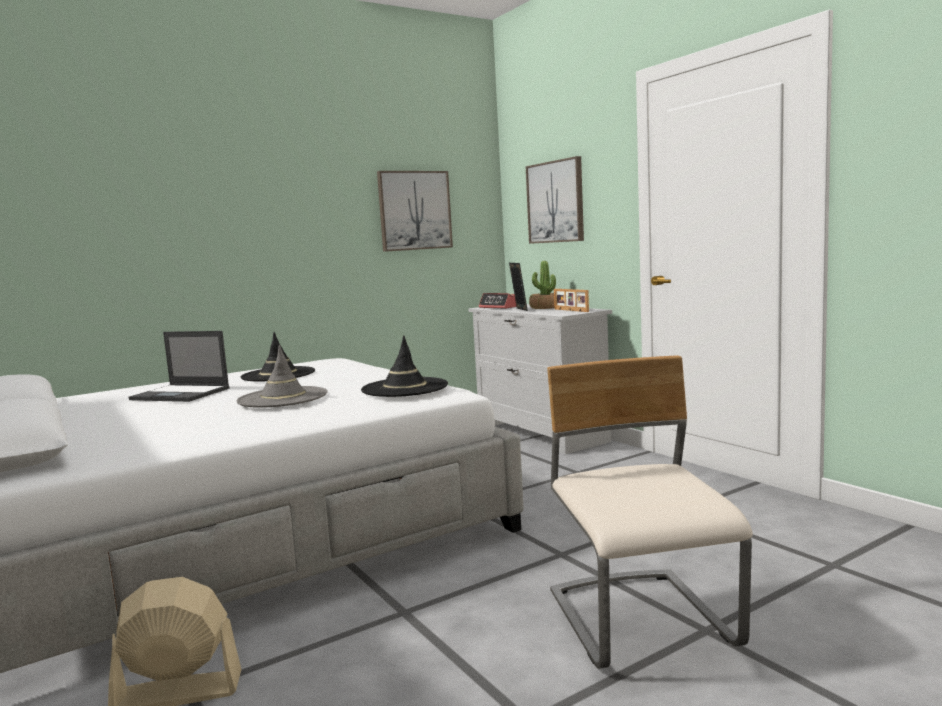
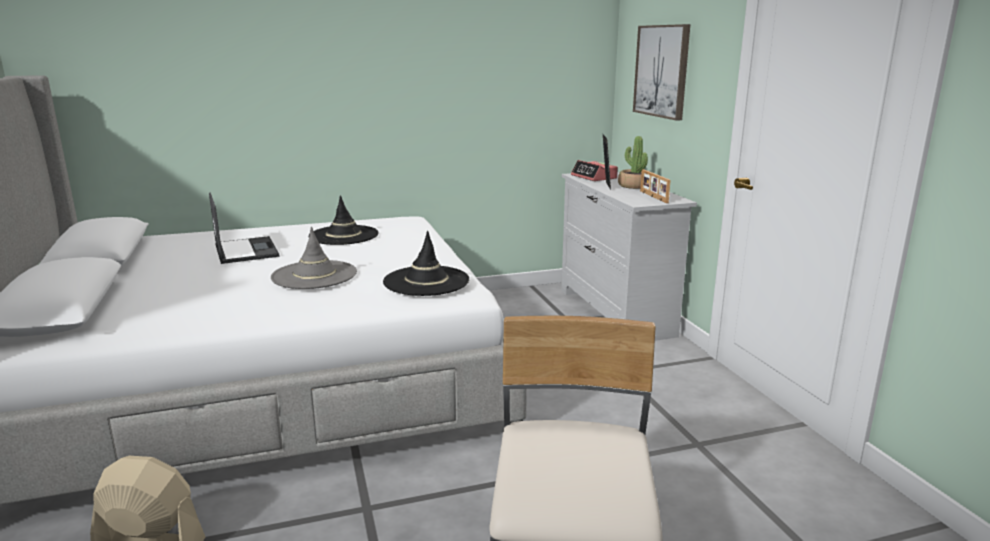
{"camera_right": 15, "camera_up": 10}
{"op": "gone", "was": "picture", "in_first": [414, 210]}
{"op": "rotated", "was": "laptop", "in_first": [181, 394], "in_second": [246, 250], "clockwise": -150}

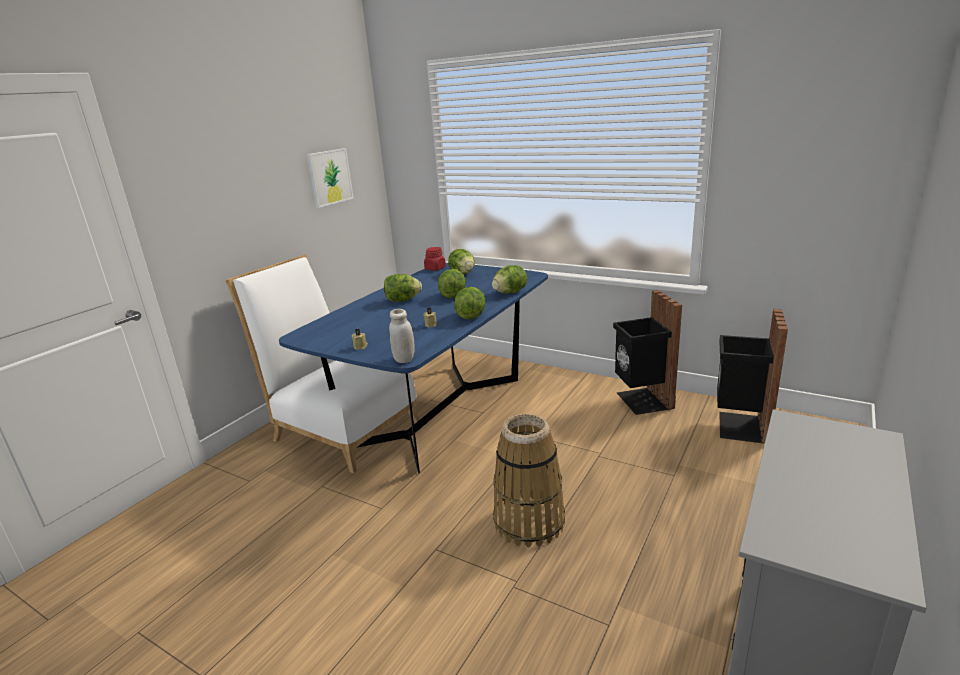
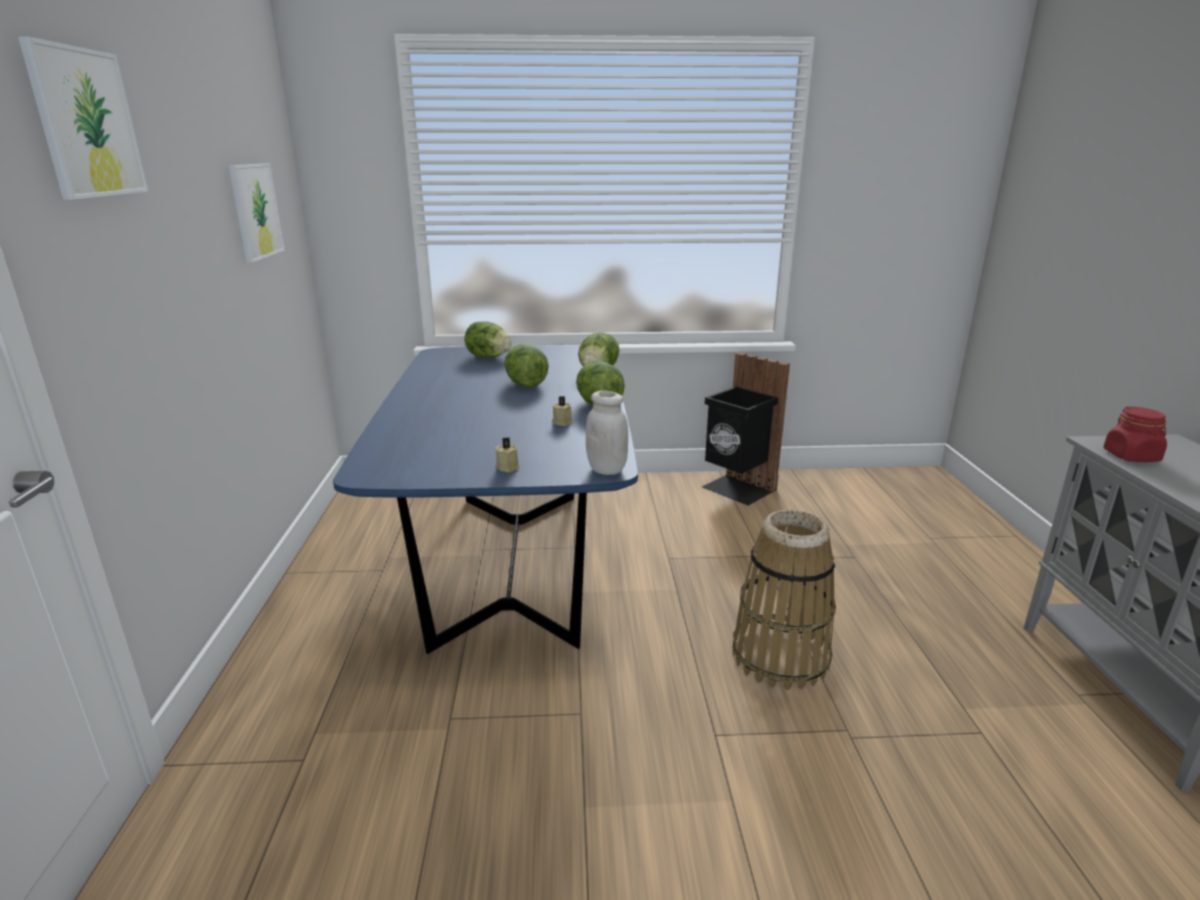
{"camera_right": -35, "camera_up": 0}
{"op": "shifted", "was": "jar (red)", "in_first": [435, 268], "in_second": [1131, 456]}
{"op": "gone", "was": "chair (white)", "in_first": [341, 428]}
{"op": "gone", "was": "lettuce", "in_first": [403, 300]}
{"op": "gone", "was": "trash can (black)", "in_first": [740, 427]}
{"op": "new", "now": "picture", "in_second": [86, 123]}

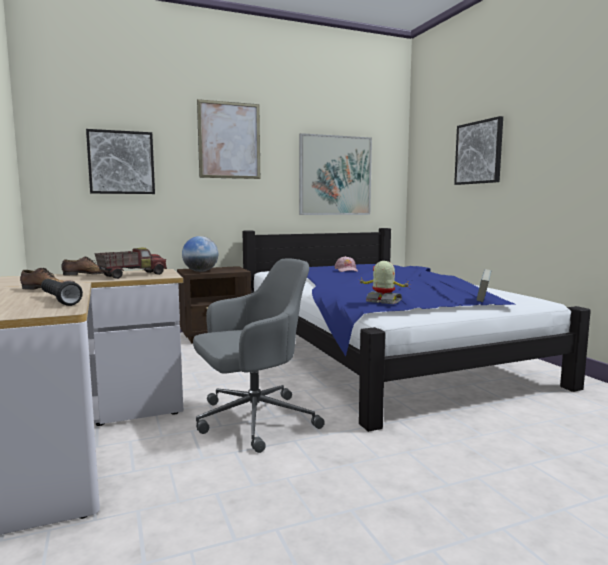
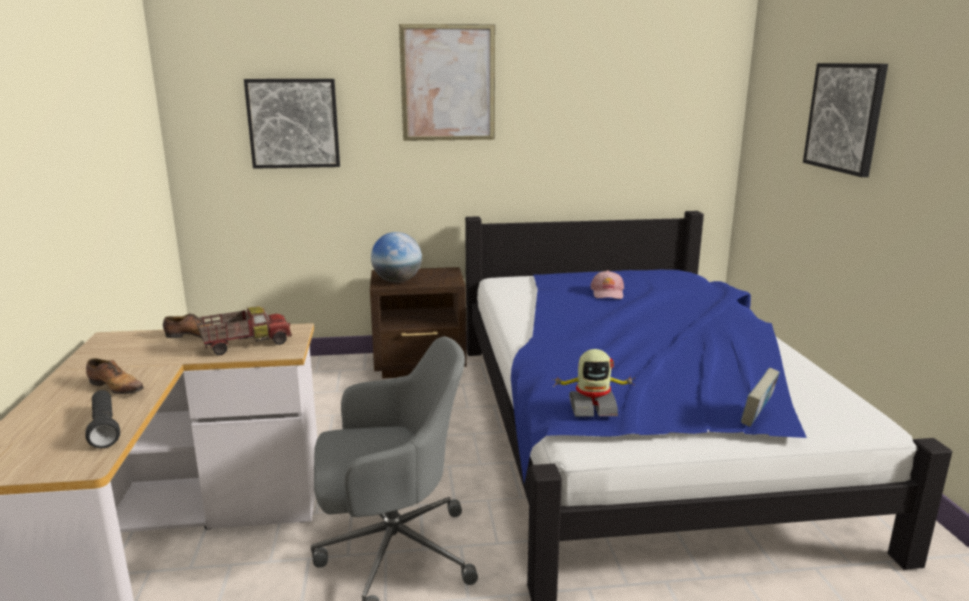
{"camera_right": 15, "camera_up": 10}
{"op": "gone", "was": "picture", "in_first": [335, 175]}
{"op": "rotated", "was": "toy robot", "in_first": [383, 301], "in_second": [592, 407], "clockwise": 135}

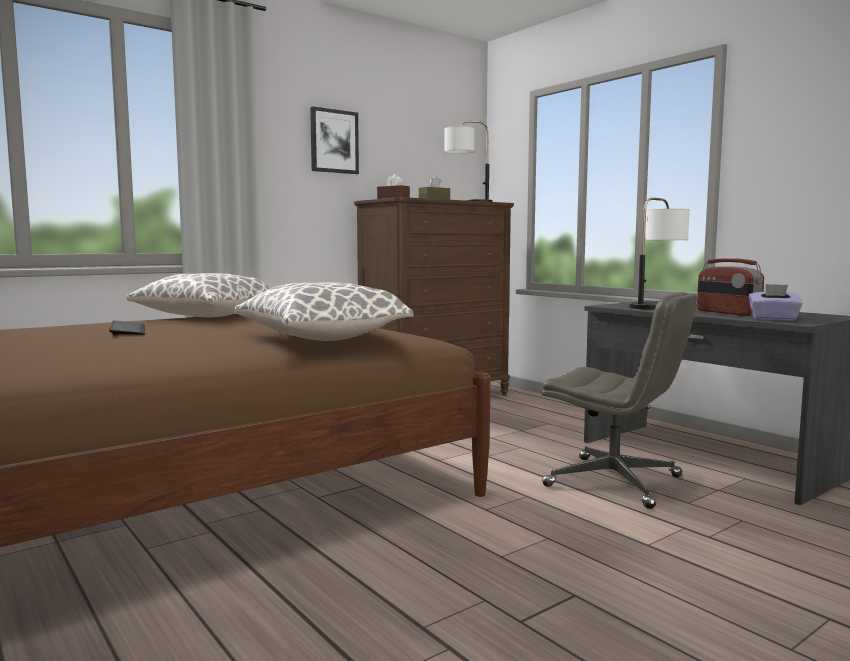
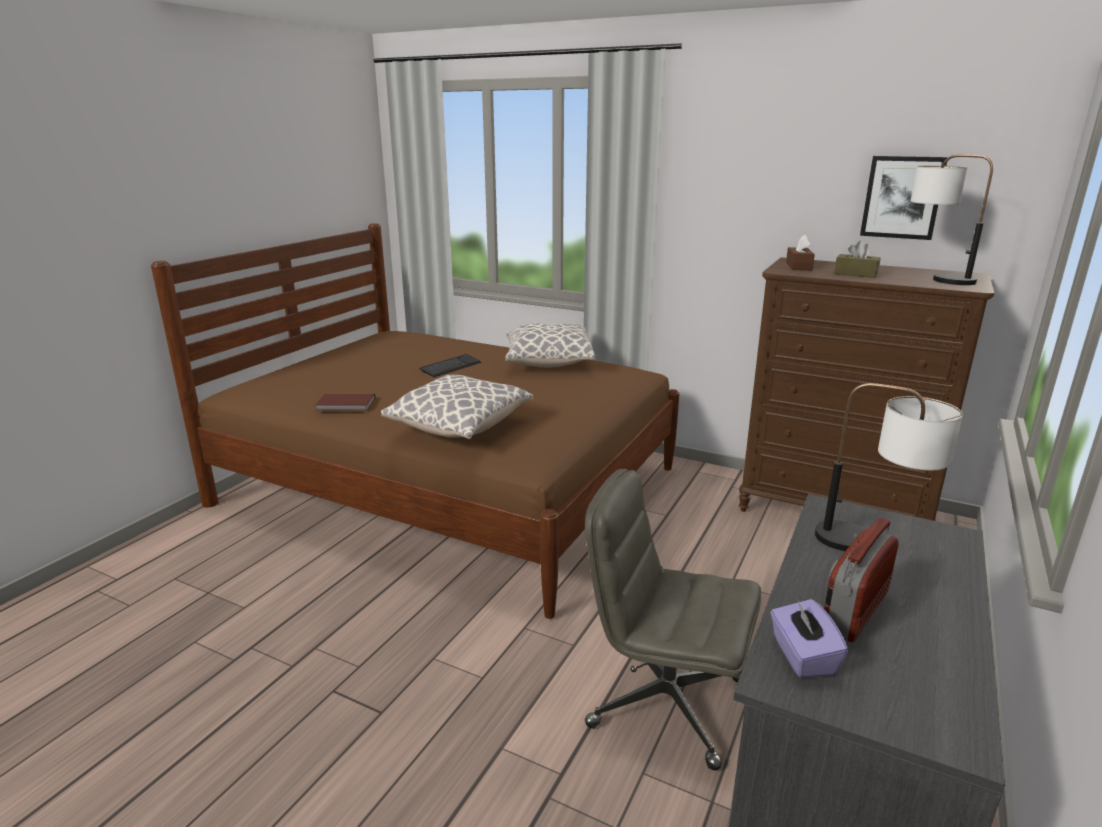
{"camera_right": 65, "camera_up": 15}
{"op": "shifted", "was": "picture", "in_first": [334, 141], "in_second": [902, 197]}
{"op": "rotated", "was": "office chair (grey)", "in_first": [615, 482], "in_second": [664, 702], "clockwise": 105}
{"op": "new", "now": "book (brown)", "in_second": [346, 405]}

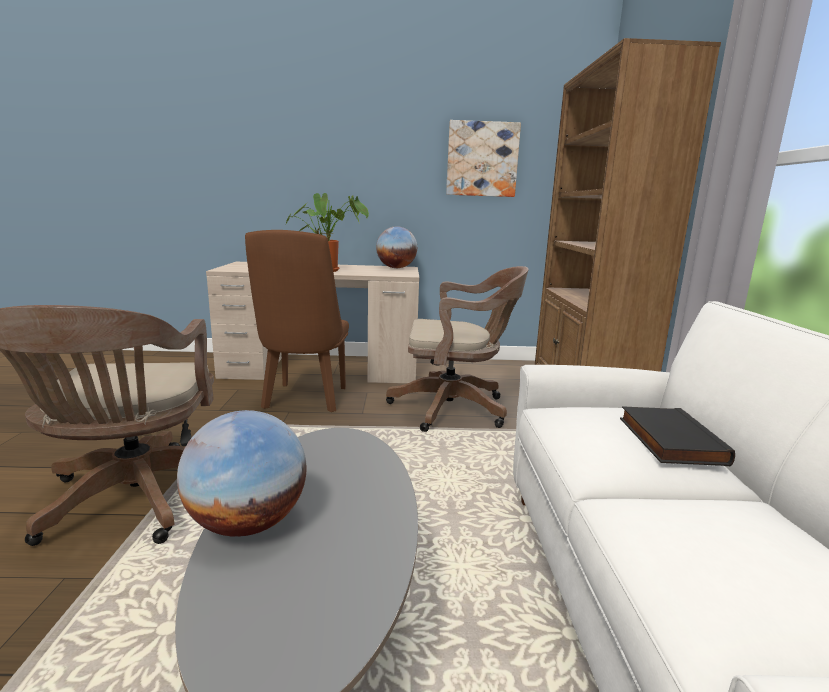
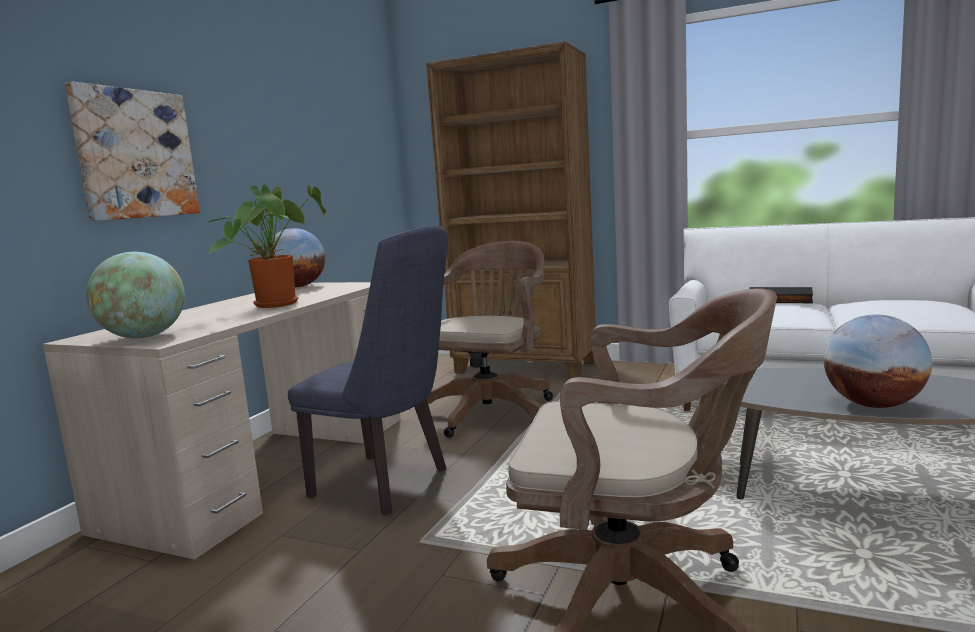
{"camera_right": -65, "camera_up": -5}
{"op": "shifted", "was": "picture", "in_first": [482, 159], "in_second": [135, 154]}
{"op": "repainted", "was": "chair (brown)", "now": "chair (blue)", "in_first": [304, 400], "in_second": [389, 484]}
{"op": "new", "now": "globe", "in_second": [144, 337]}

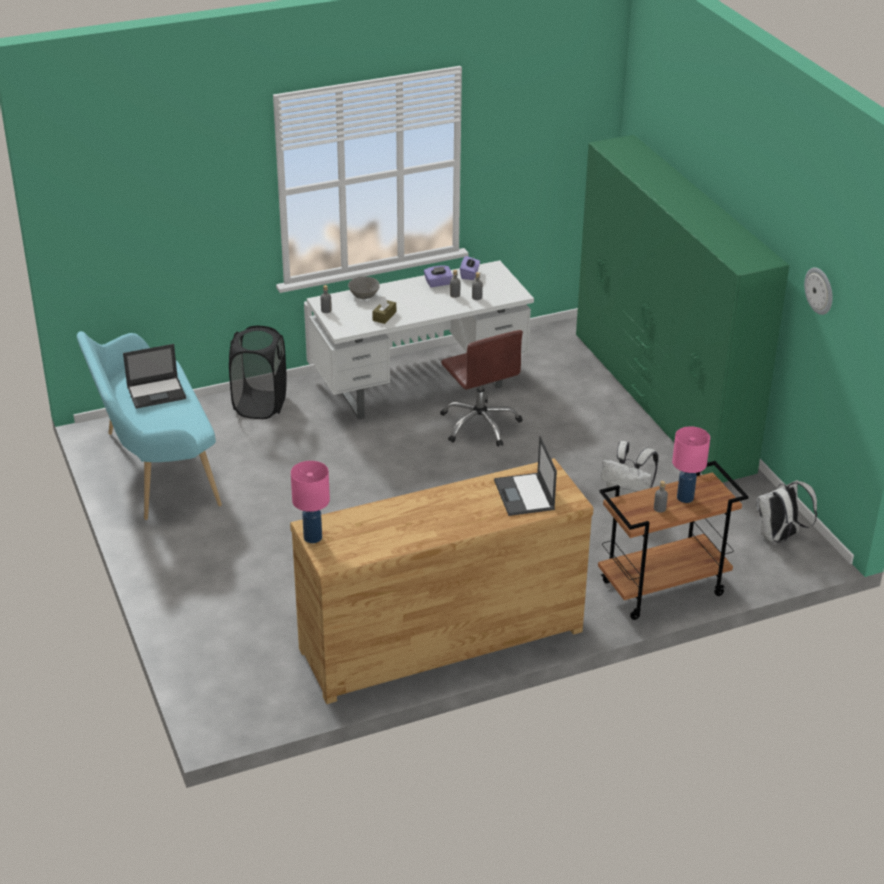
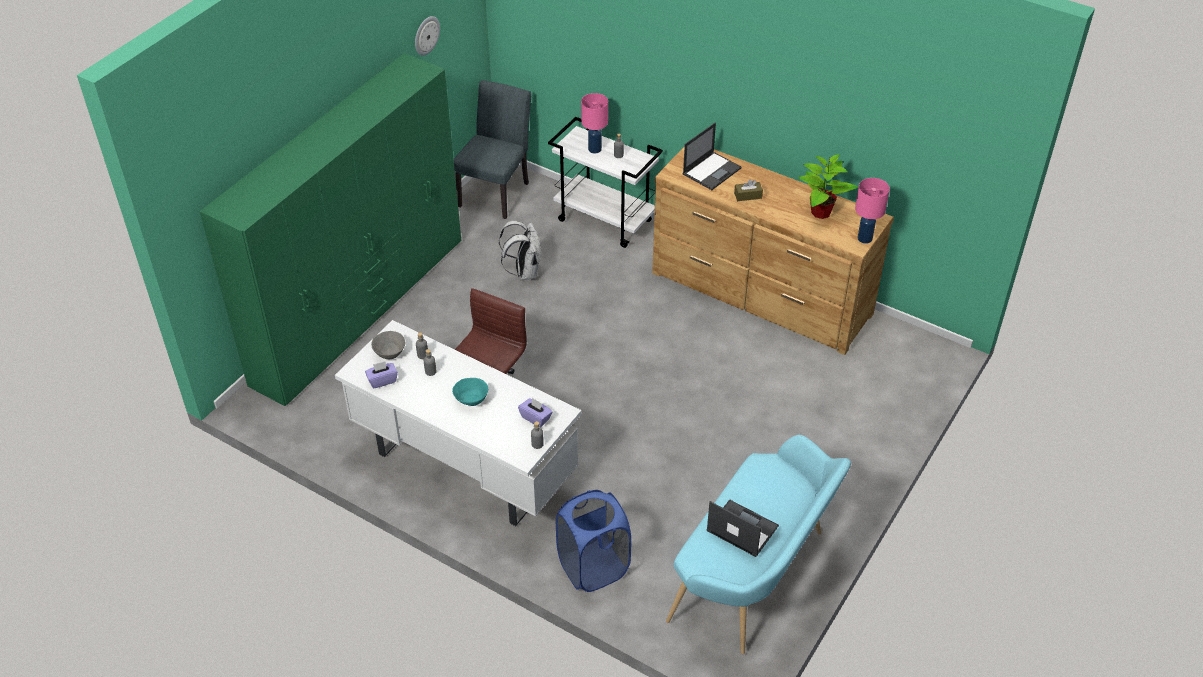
{"camera_right": -125, "camera_up": 10}
{"op": "shifted", "was": "tissue box (purple)", "in_first": [438, 283], "in_second": [536, 418]}
{"op": "shifted", "was": "bowl (grey)", "in_first": [363, 296], "in_second": [390, 353]}
{"op": "shifted", "was": "tissue box (brown)", "in_first": [384, 316], "in_second": [748, 195]}
{"op": "repainted", "was": "laundry basket (black)", "now": "laundry basket (blue)", "in_first": [260, 405], "in_second": [593, 567]}
{"op": "repainted", "was": "cart (brown)", "now": "cart (white)", "in_first": [662, 589], "in_second": [606, 220]}
{"op": "swapped", "was": "backpack (white)", "now": "chair (grey)", "in_first": [779, 537], "in_second": [497, 191]}
{"op": "new", "now": "potted plant", "in_second": [820, 212]}
{"op": "new", "now": "bowl (turquoise)", "in_second": [471, 399]}

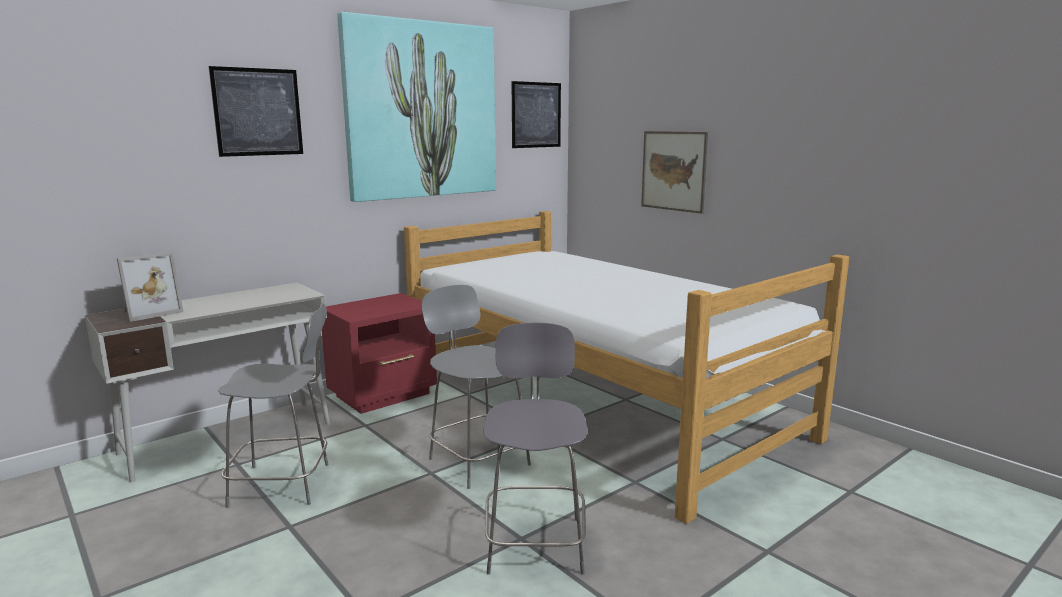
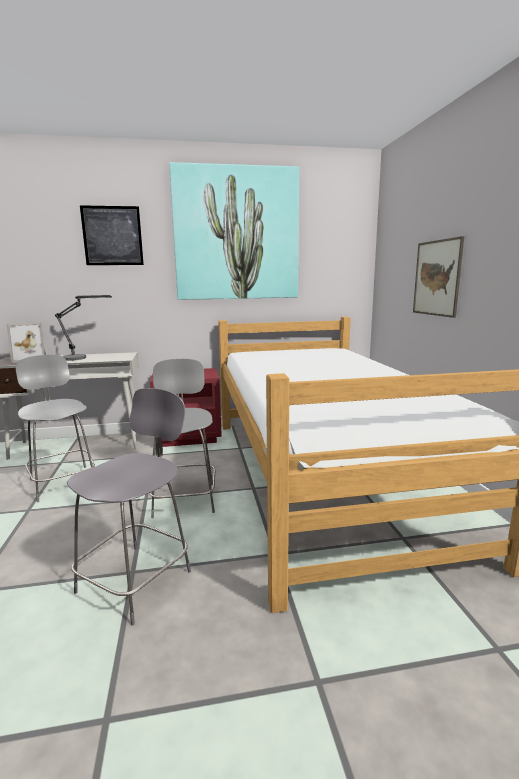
{"camera_right": 30, "camera_up": 0}
{"op": "gone", "was": "picture", "in_first": [536, 115]}
{"op": "rotated", "was": "chair (grey)", "in_first": [284, 485], "in_second": [63, 482], "clockwise": -150}
{"op": "new", "now": "table lamp", "in_second": [82, 358]}

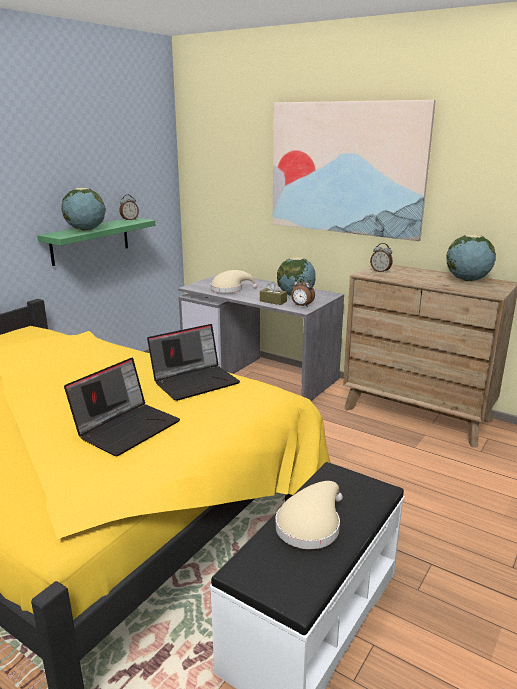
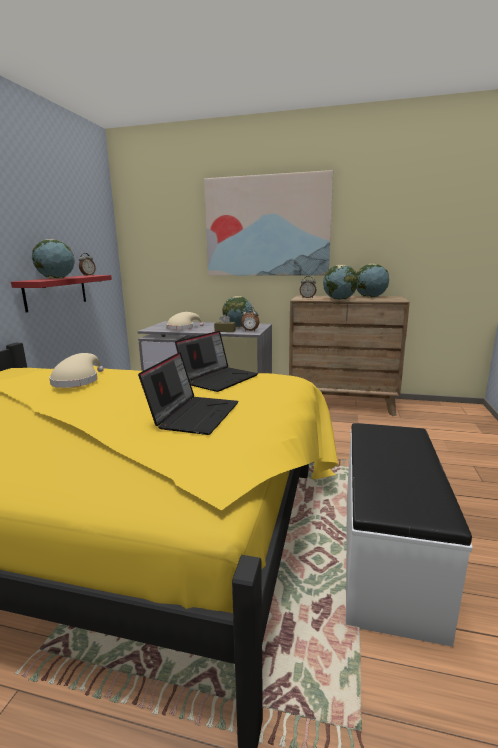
{"camera_right": -20, "camera_up": -5}
{"op": "repainted", "was": "shelf (green)", "now": "shelf (red)", "in_first": [90, 241], "in_second": [56, 292]}
{"op": "shifted", "was": "hat (beige)", "in_first": [310, 525], "in_second": [77, 381]}
{"op": "new", "now": "globe", "in_second": [339, 299]}

